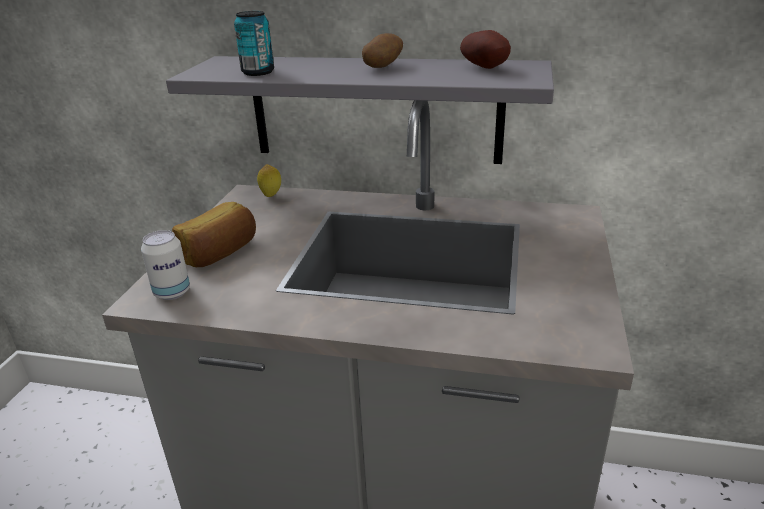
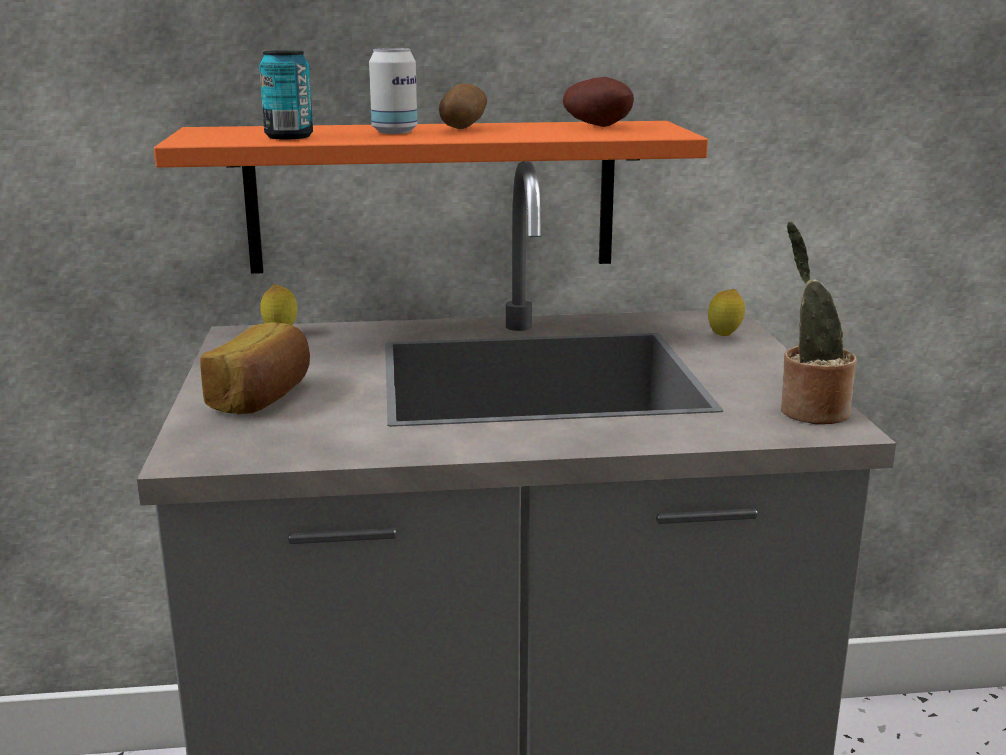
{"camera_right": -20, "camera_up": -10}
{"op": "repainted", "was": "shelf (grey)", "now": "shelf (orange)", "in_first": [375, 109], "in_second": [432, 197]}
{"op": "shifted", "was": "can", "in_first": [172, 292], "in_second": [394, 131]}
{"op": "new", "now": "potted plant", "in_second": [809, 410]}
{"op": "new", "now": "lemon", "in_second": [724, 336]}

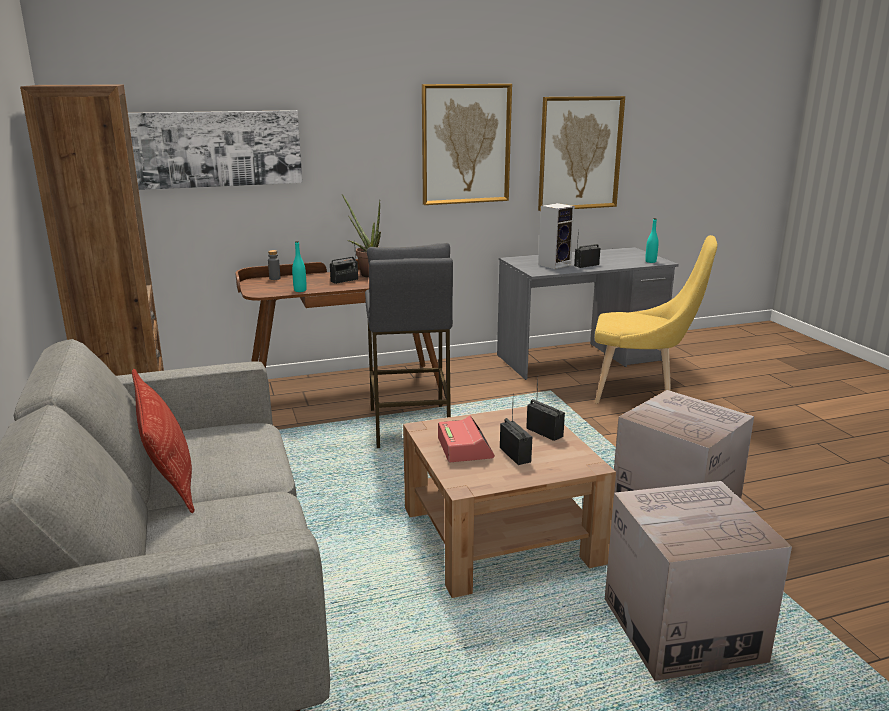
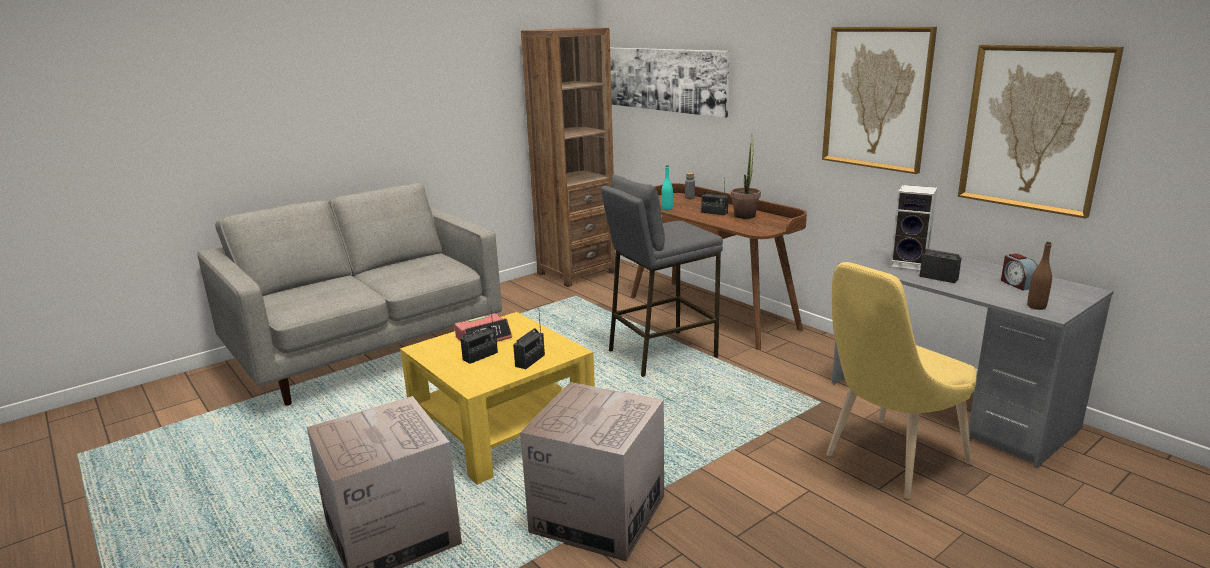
{"camera_right": 70, "camera_up": 0}
{"op": "repainted", "was": "bottle (turquoise)", "now": "bottle (brown)", "in_first": [650, 261], "in_second": [1036, 307]}
{"op": "rotated", "was": "chair (yellow)", "in_first": [641, 393], "in_second": [889, 462], "clockwise": 60}
{"op": "gone", "was": "pillow", "in_first": [169, 474]}
{"op": "repainted", "was": "coffee table (brown)", "now": "coffee table (yellow)", "in_first": [500, 535], "in_second": [502, 428]}
{"op": "new", "now": "alarm clock", "in_second": [1017, 284]}

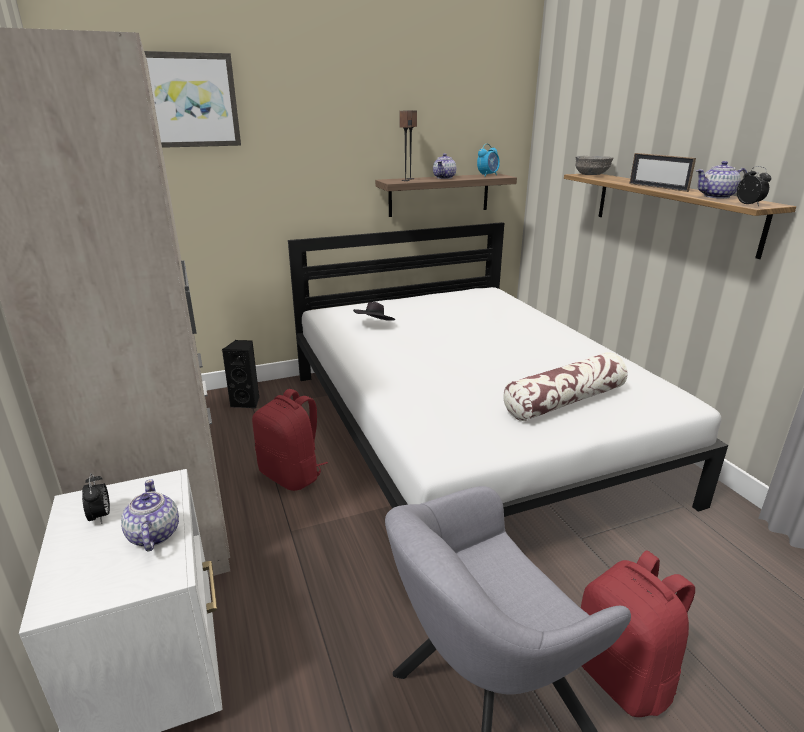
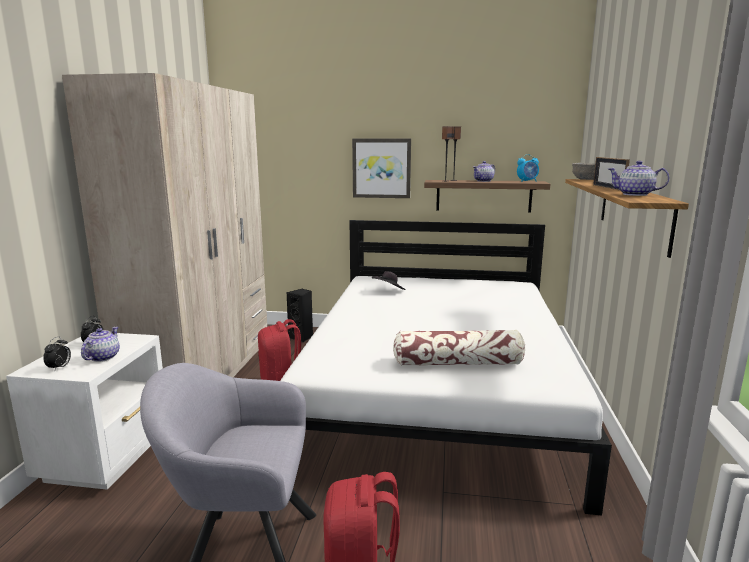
{"camera_right": 30, "camera_up": -10}
{"op": "shifted", "was": "picture", "in_first": [191, 100], "in_second": [381, 168]}
{"op": "shifted", "was": "alarm clock", "in_first": [749, 205], "in_second": [59, 368]}

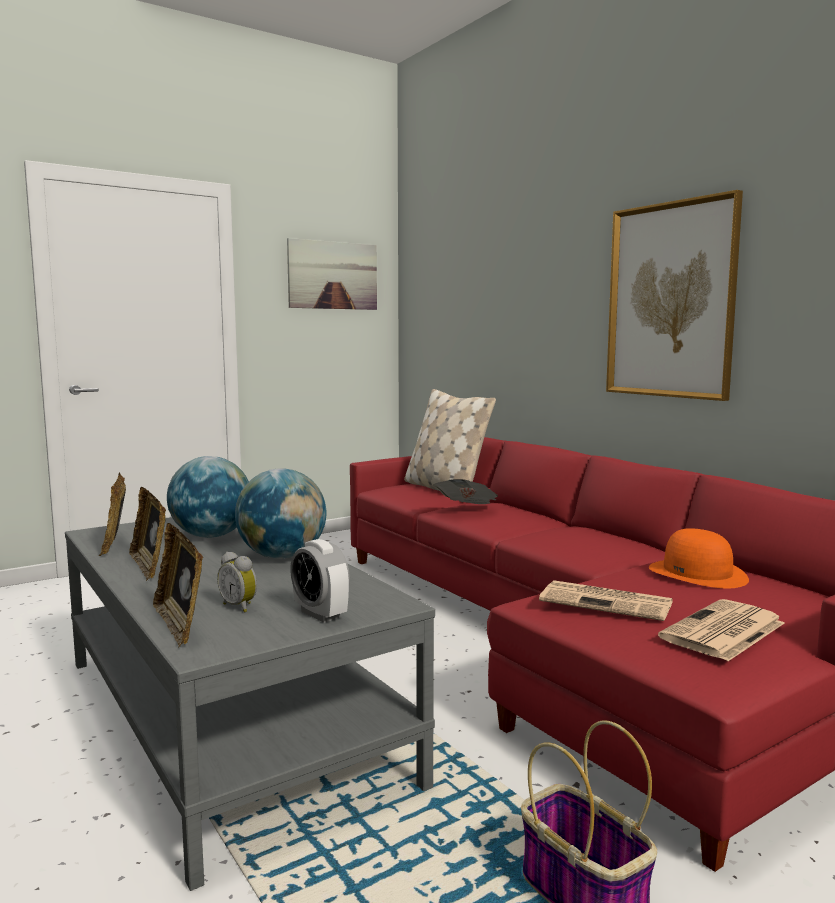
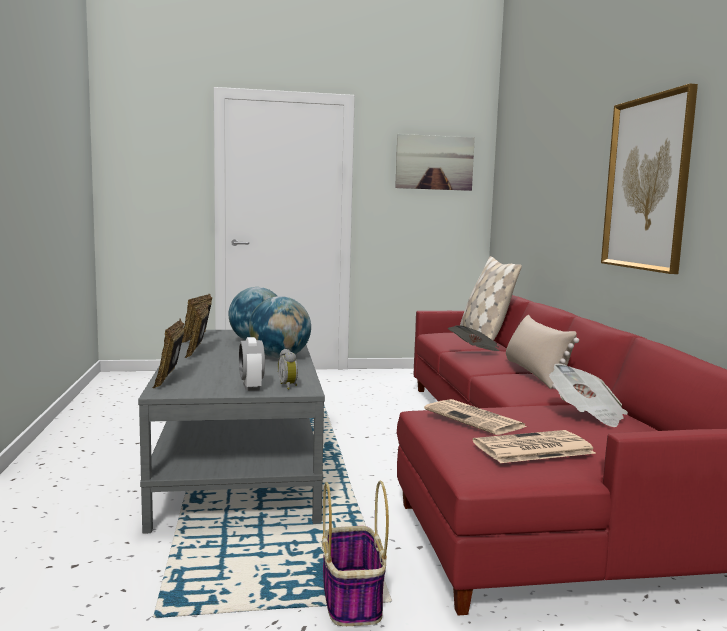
{"camera_right": 25, "camera_up": 0}
{"op": "swapped", "was": "hat (orange)", "now": "newspaper", "in_first": [698, 573], "in_second": [587, 415]}
{"op": "shifted", "was": "alarm clock", "in_first": [240, 606], "in_second": [289, 386]}
{"op": "new", "now": "pillow (beige)", "in_second": [535, 374]}

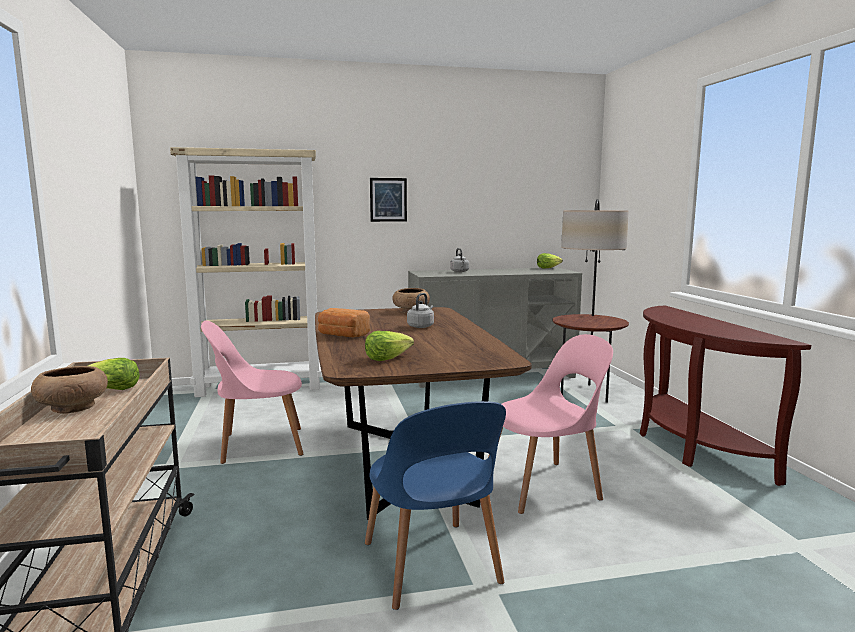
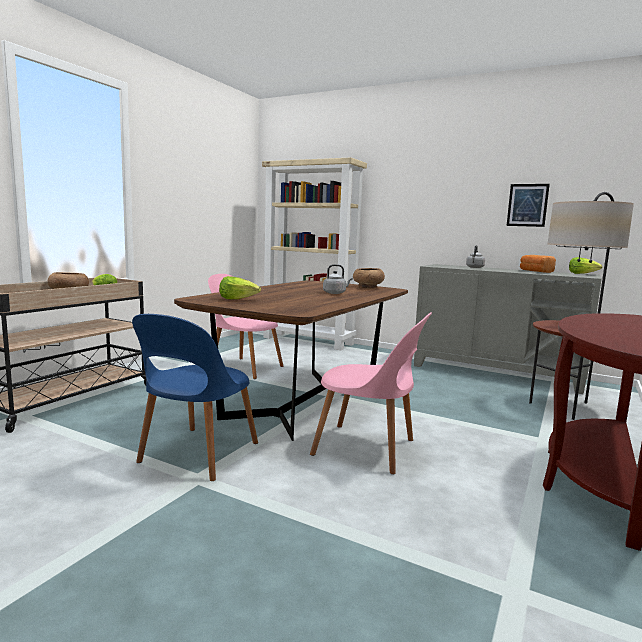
{"camera_right": 40, "camera_up": 0}
{"op": "shifted", "was": "picture", "in_first": [388, 199], "in_second": [527, 205]}
{"op": "shifted", "was": "bread", "in_first": [342, 335], "in_second": [535, 271]}

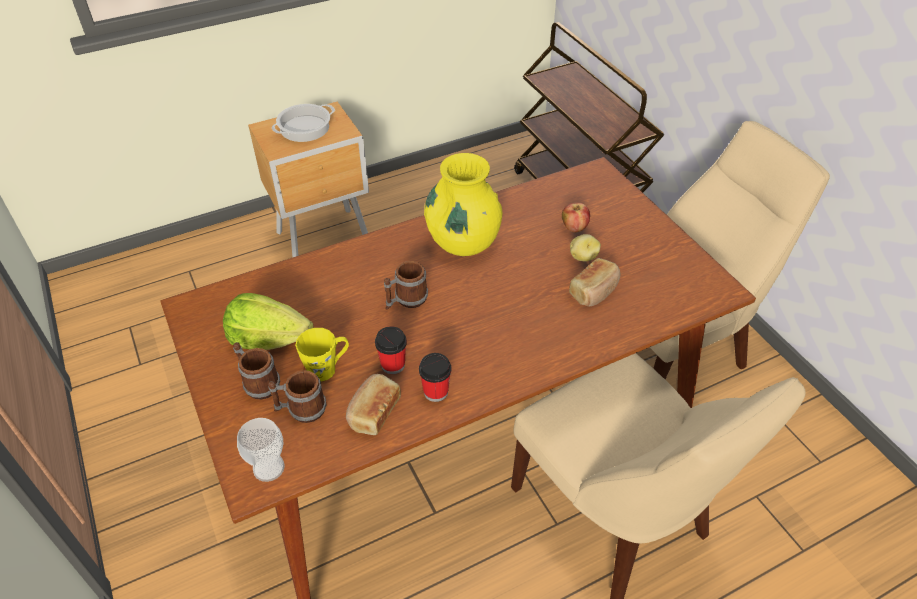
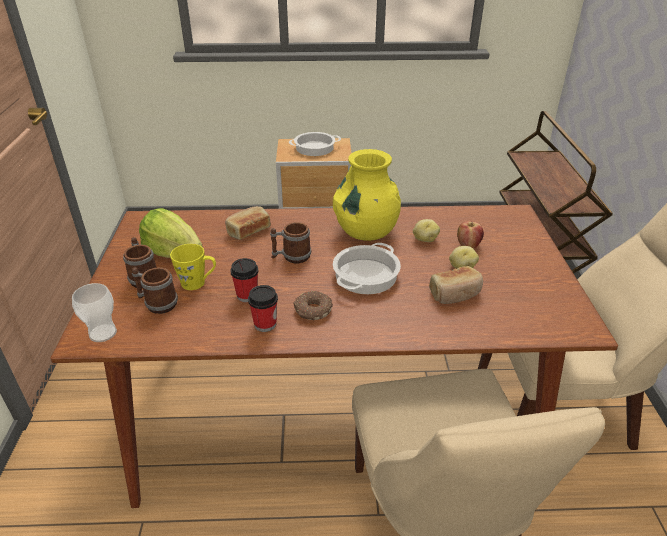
{"camera_right": 25, "camera_up": -10}
{"op": "shifted", "was": "bread", "in_first": [373, 412], "in_second": [248, 230]}
{"op": "new", "now": "potato", "in_second": [424, 239]}
{"op": "new", "now": "cooking pot", "in_second": [365, 275]}
{"op": "new", "now": "donut", "in_second": [312, 310]}

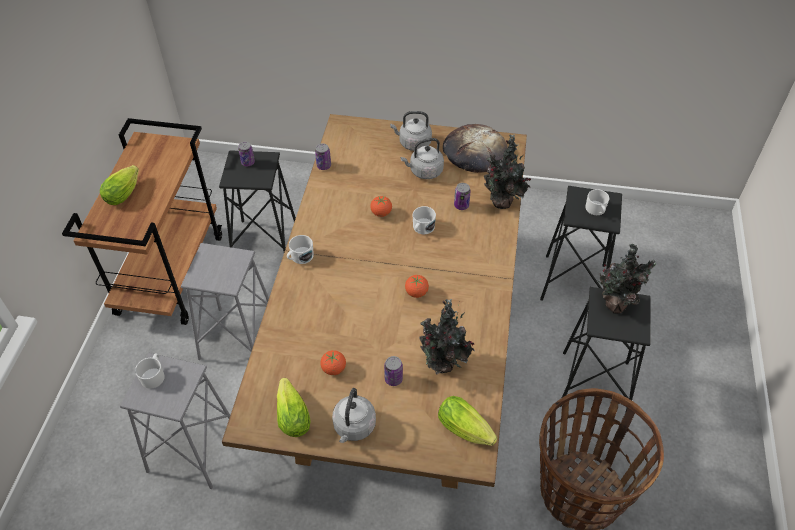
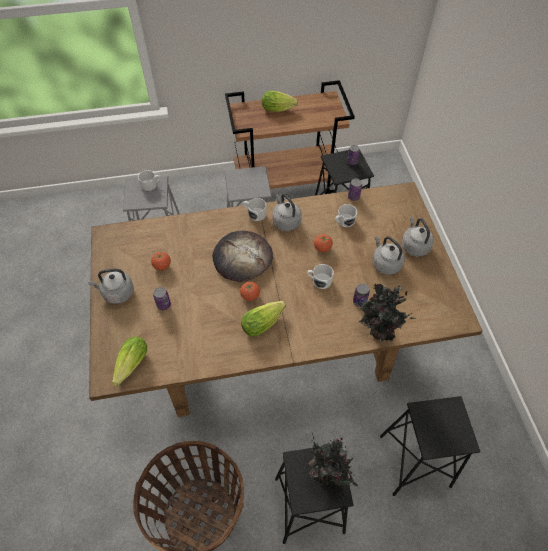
{"camera_right": 70, "camera_up": 5}
{"op": "shifted", "was": "bread", "in_first": [474, 151], "in_second": [242, 258]}
{"op": "shifted", "was": "mug (white)", "in_first": [596, 210], "in_second": [344, 221]}
{"op": "gone", "was": "potted plant", "in_first": [442, 366]}
{"op": "shifted", "was": "lettuce", "in_first": [292, 413], "in_second": [264, 322]}
{"op": "new", "now": "kettle (grey)", "in_second": [285, 221]}

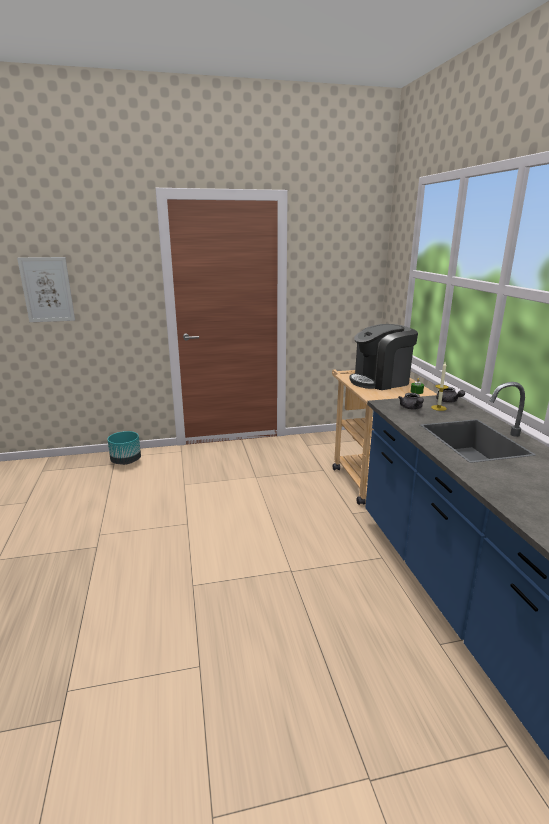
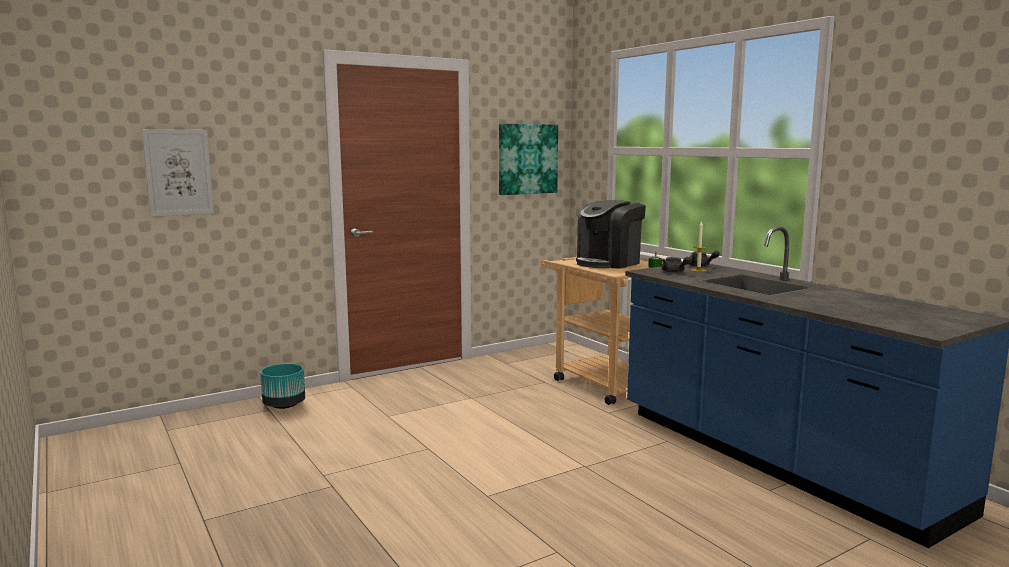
{"camera_right": -20, "camera_up": -10}
{"op": "new", "now": "picture", "in_second": [527, 159]}

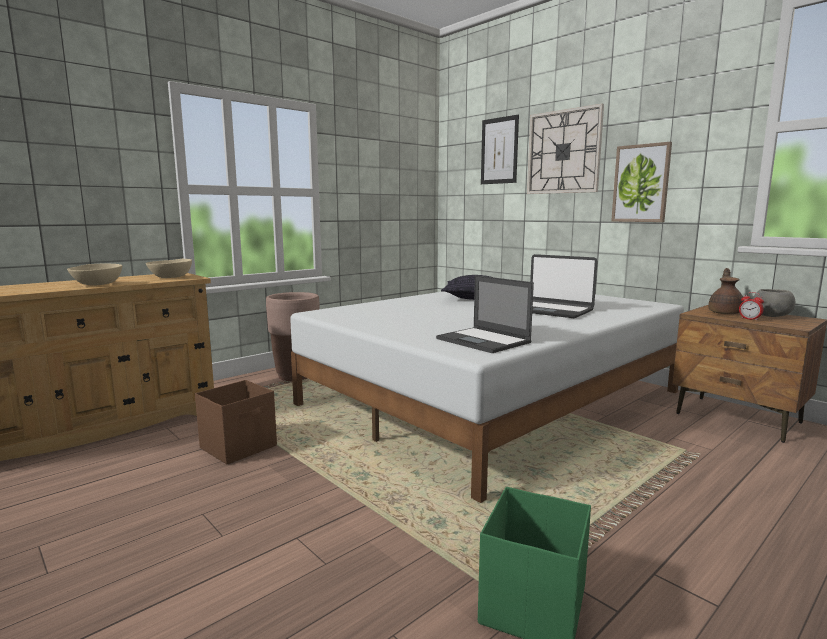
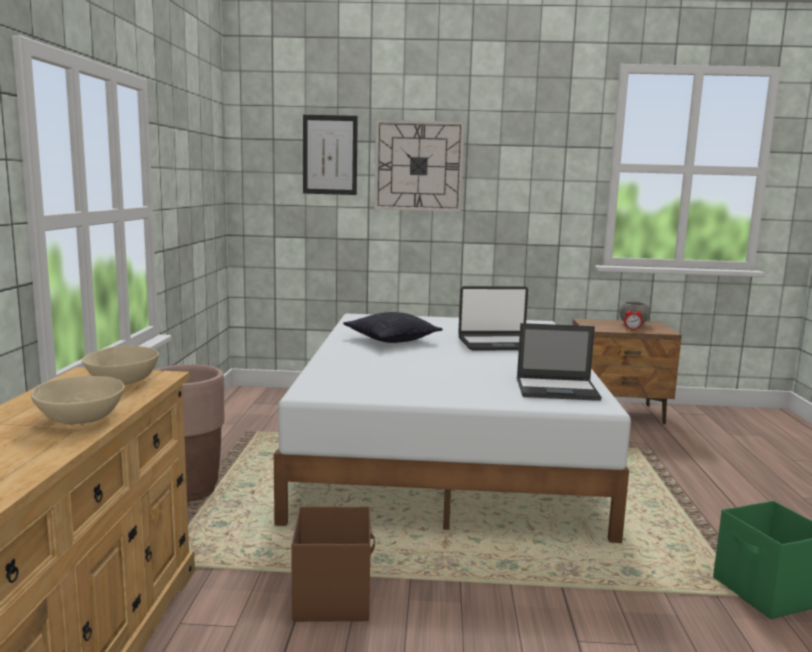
{"camera_right": -45, "camera_up": 0}
{"op": "gone", "was": "picture", "in_first": [641, 183]}
{"op": "gone", "was": "teapot (brown)", "in_first": [725, 313]}

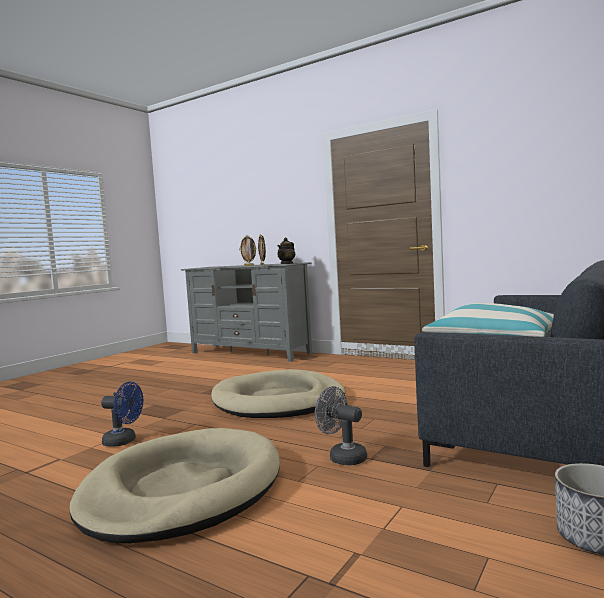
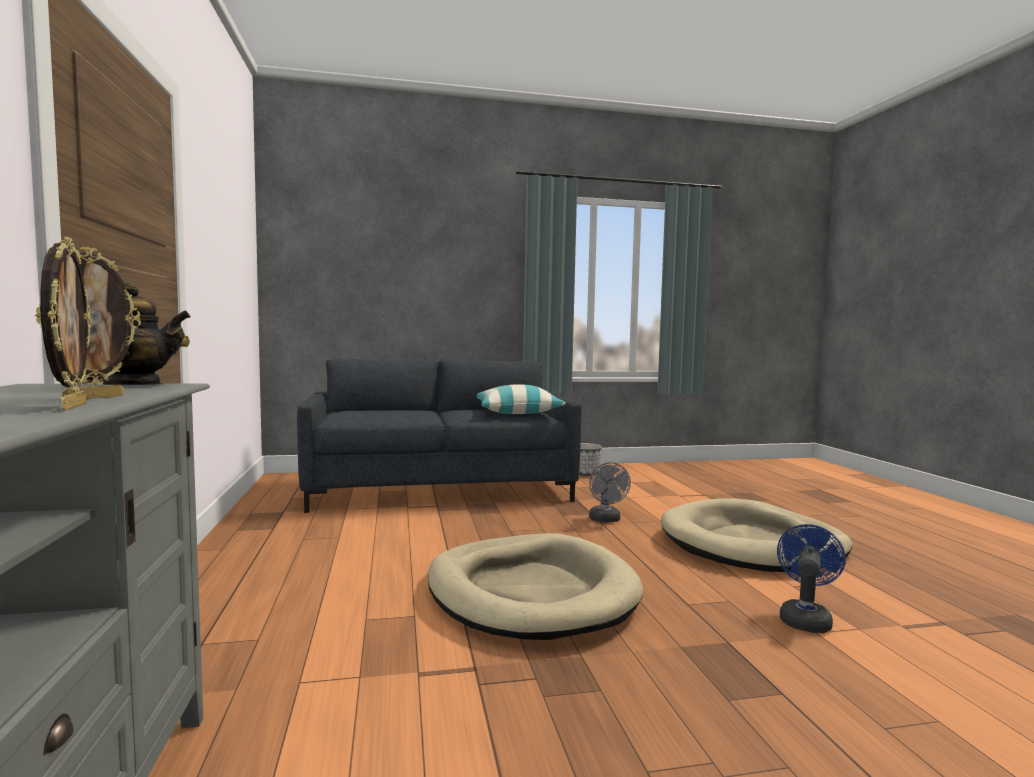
{"camera_right": -135, "camera_up": 0}
{"op": "rotated", "was": "fan (blue)", "in_first": [124, 441], "in_second": [805, 618], "clockwise": 60}

